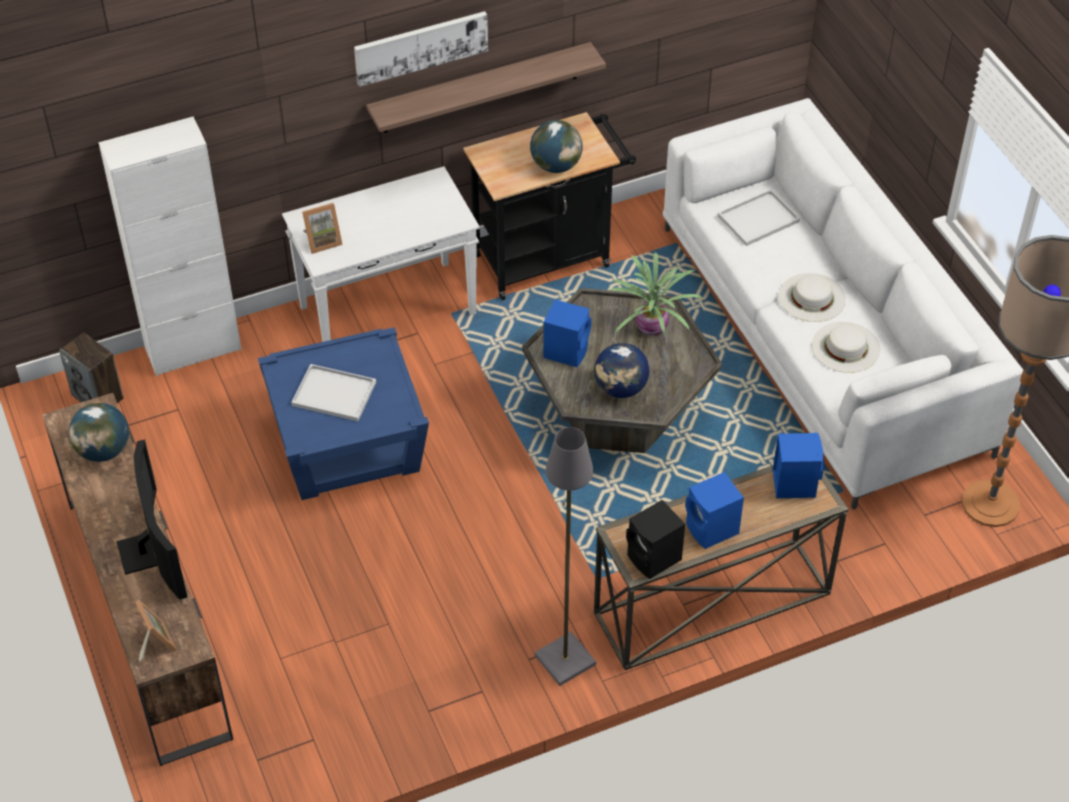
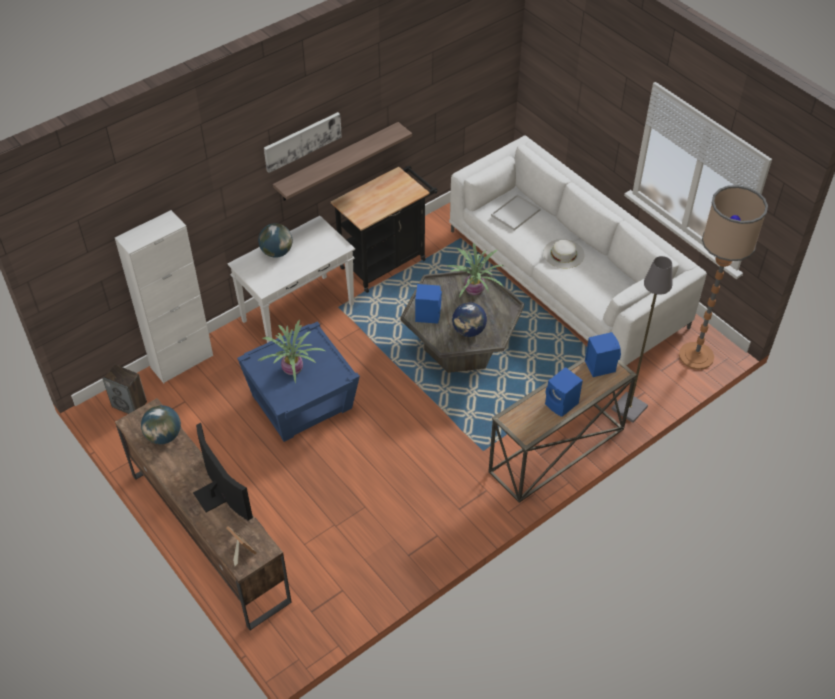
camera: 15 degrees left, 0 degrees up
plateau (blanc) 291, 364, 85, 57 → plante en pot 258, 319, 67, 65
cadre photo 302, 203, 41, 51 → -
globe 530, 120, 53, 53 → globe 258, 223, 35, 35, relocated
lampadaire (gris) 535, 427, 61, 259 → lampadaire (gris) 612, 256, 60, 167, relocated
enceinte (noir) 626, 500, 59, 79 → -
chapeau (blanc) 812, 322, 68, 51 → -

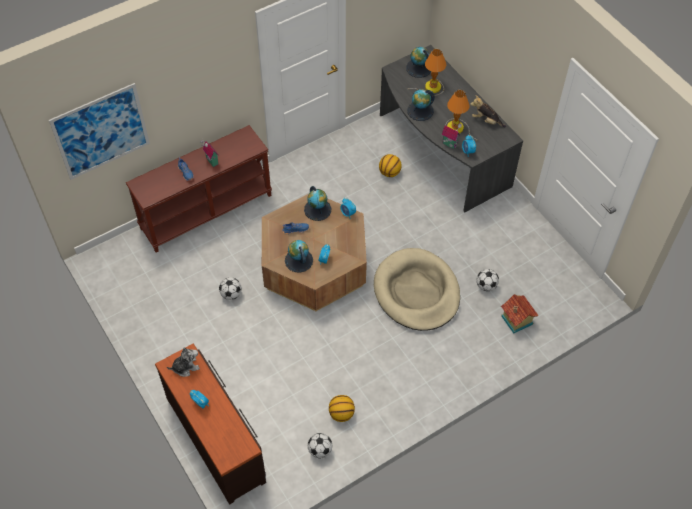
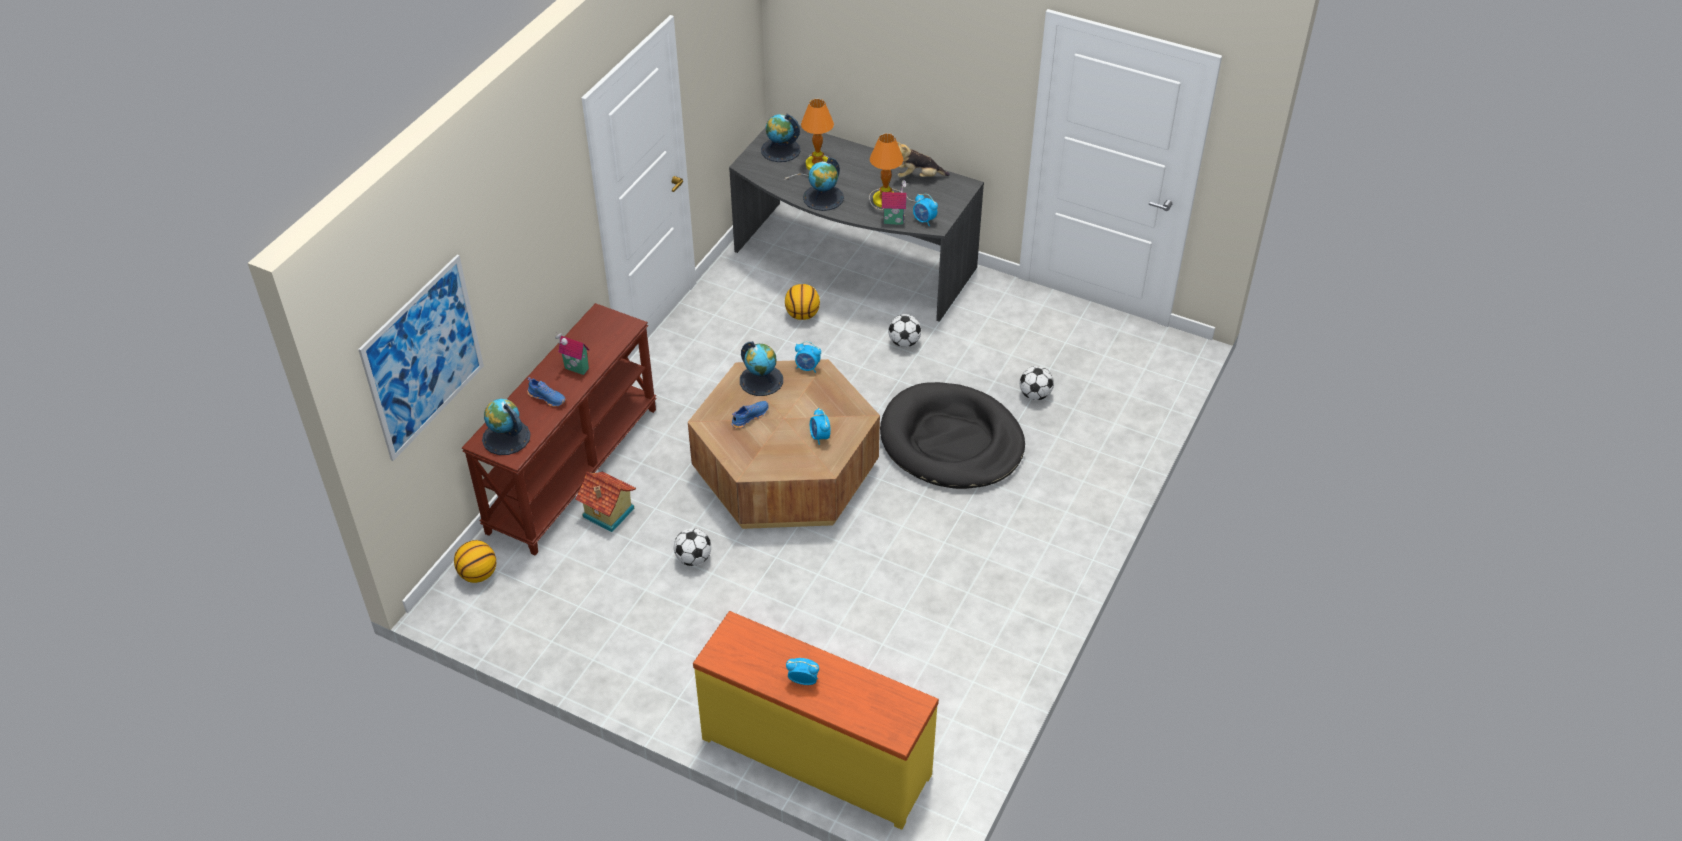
camera: 30 degrees left, 10 degrees down
commode (marron) 155, 344, 111, 161 → commode (jaune) 693, 611, 246, 219
peluche 167, 348, 33, 29 → -
globe 285, 240, 28, 33 → globe 482, 399, 48, 56, relocated
ballon de foot 308, 433, 24, 25 → ballon de foot 888, 314, 33, 33, relocated
ballon de basket 329, 395, 26, 27 → ballon de basket 454, 540, 42, 43, relocated
panier pour chien (beige) 374, 248, 86, 83 → panier pour chien (noir) 880, 382, 145, 107
maison miniature 501, 294, 38, 39 → maison miniature 575, 471, 61, 61, relocated

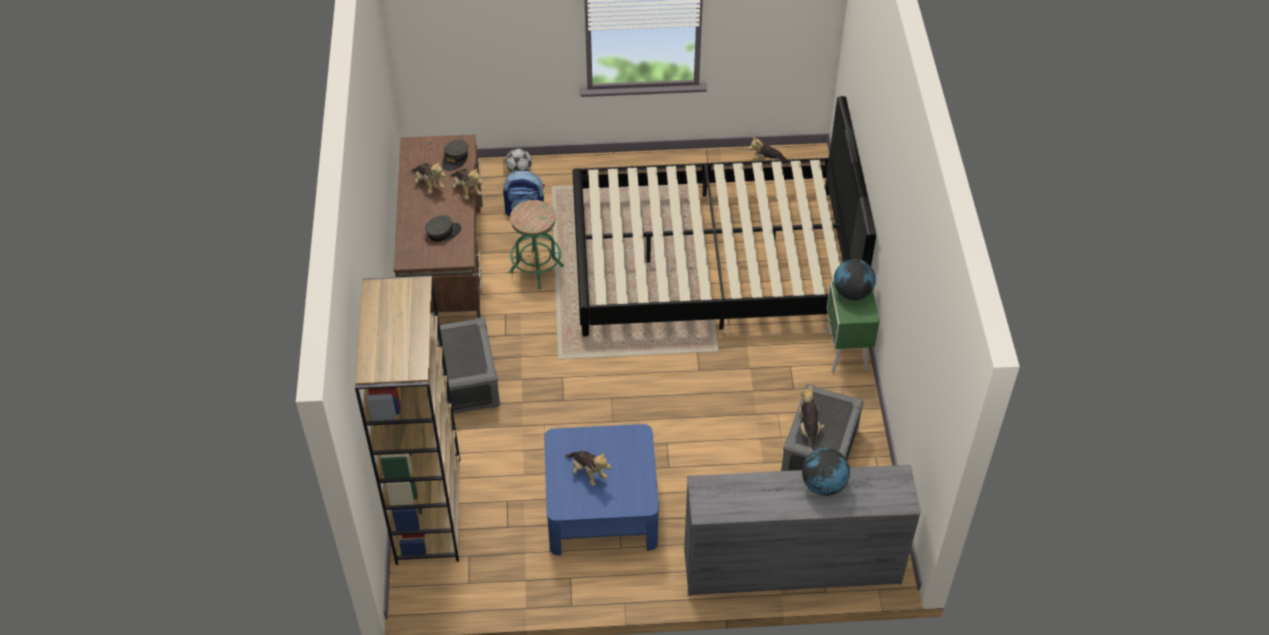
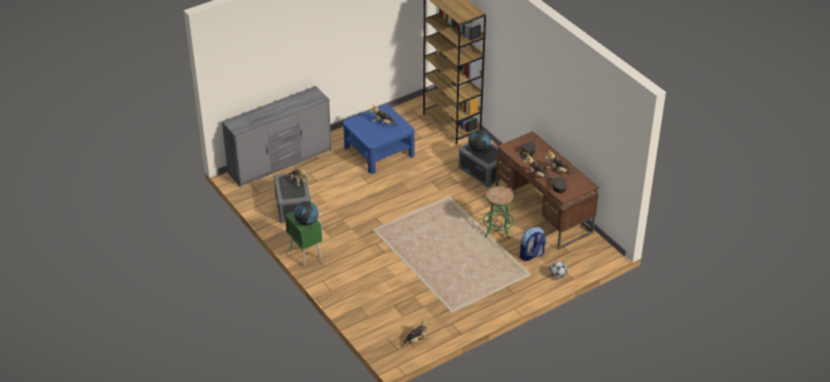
camera: 150 degrees right, 10 degrees down
lit (noir) 573, 96, 303, 240 → -
globe 802, 448, 48, 48 → globe 468, 130, 23, 22, relocated

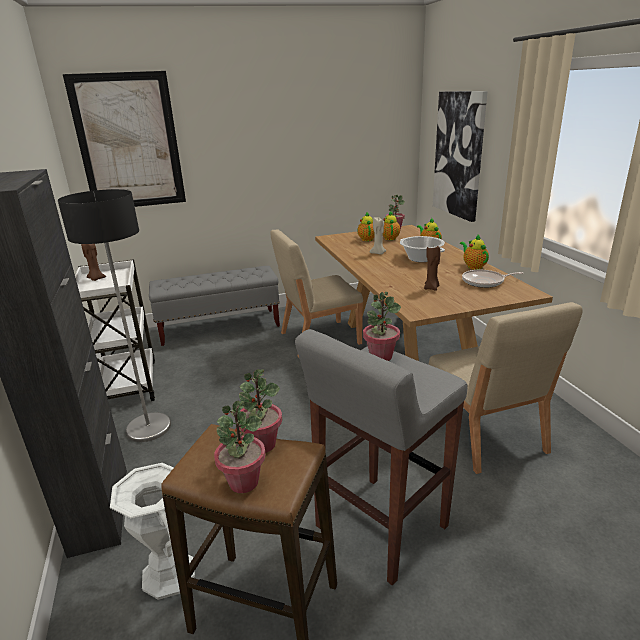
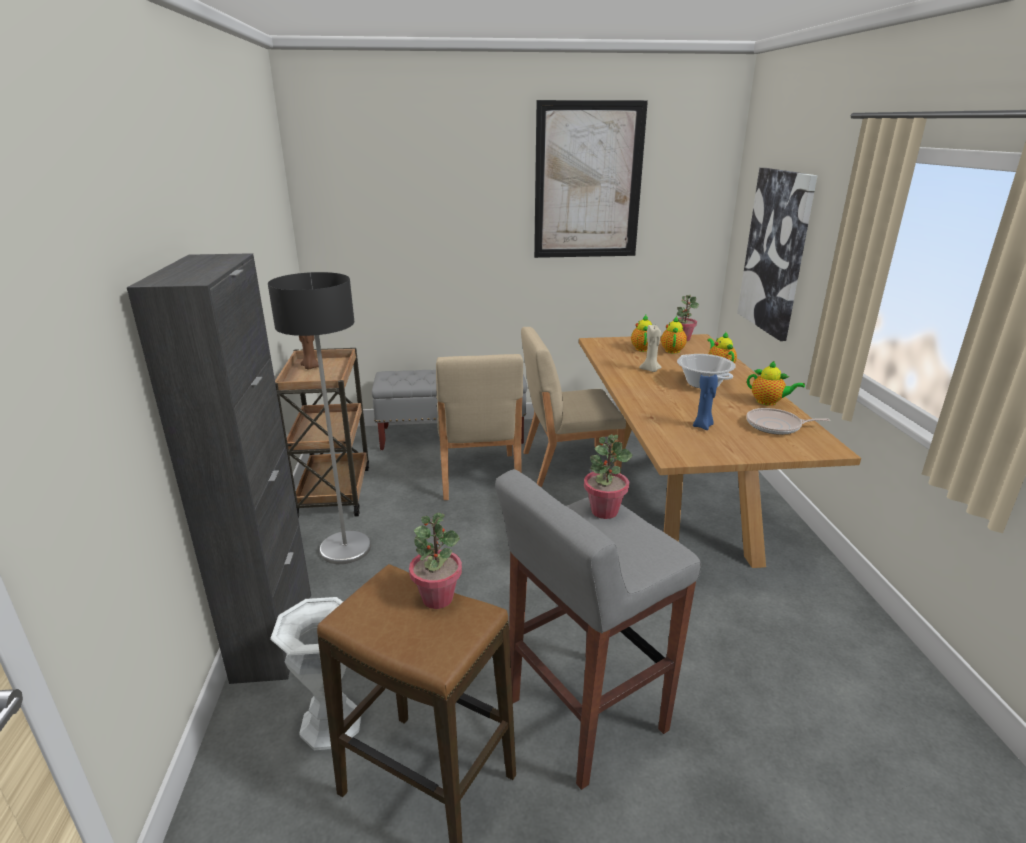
camera: 10 degrees right, 0 degrees up
tableau 63, 71, 123, 136 → tableau 534, 100, 114, 158, relocated
chariot (blanc) 75, 259, 80, 142 → chariot (marron) 275, 348, 94, 171
plante en pot 214, 400, 52, 93 → -
bougie (marron) 424, 246, 17, 45 → bougie (bleu) 693, 374, 25, 56
chaise (beige) 429, 302, 154, 172 → chaise (beige) 436, 354, 87, 146, relocated
théière 460, 235, 29, 35 → théière 747, 361, 58, 45, 135 degrees clockwise

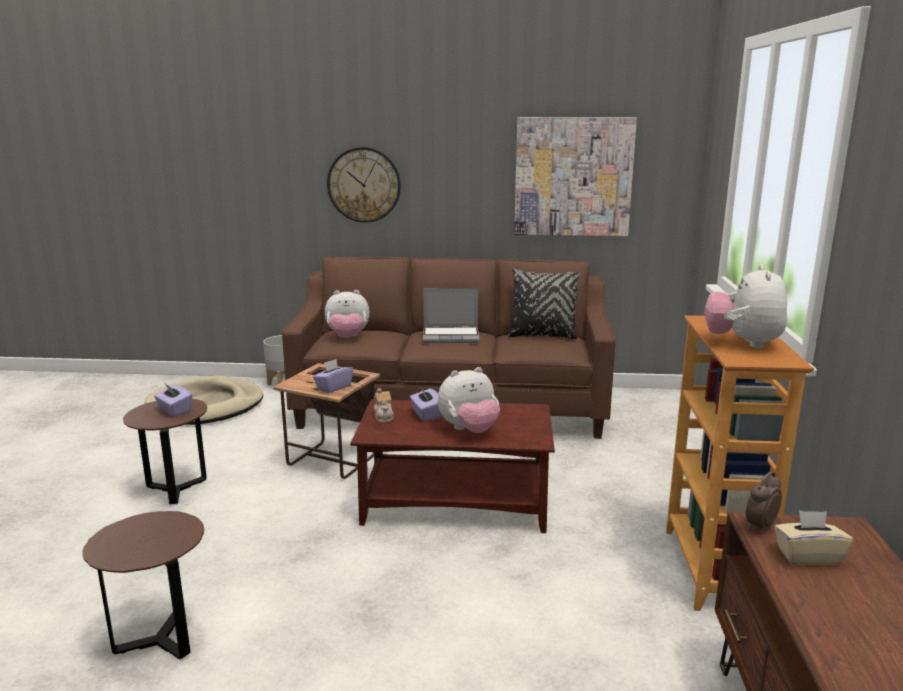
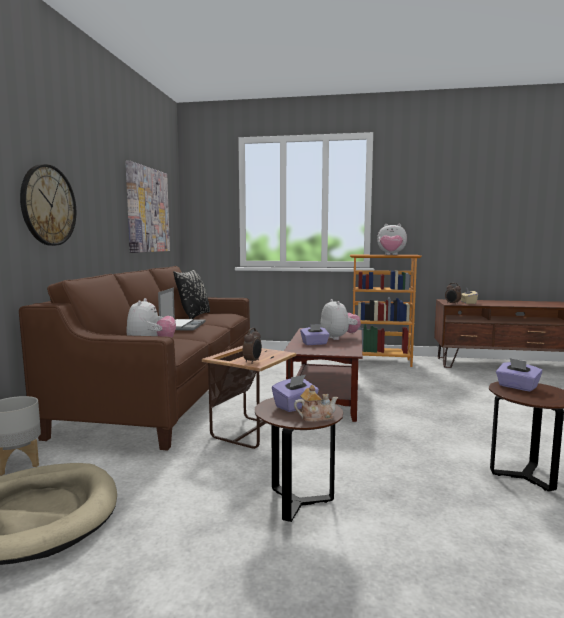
camera: 85 degrees left, 10 degrees down
boîte à mouchoirs (violet) 313, 359, 40, 34 → boîte à mouchoirs (violet) 496, 358, 47, 34, relocated
théière 374, 388, 20, 35 → théière 294, 385, 44, 37, relocated
- → réveil 243, 328, 19, 36

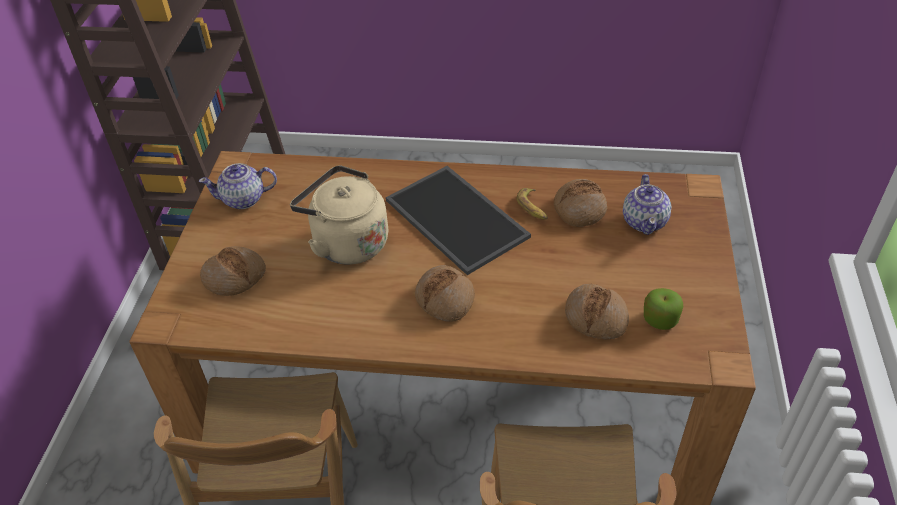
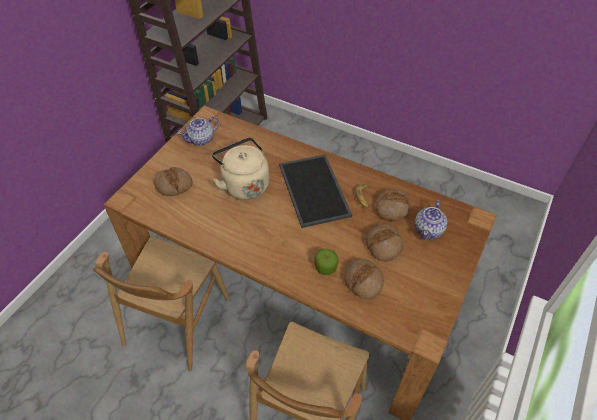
camera: 20 degrees right, 5 degrees up
théière 199, 163, 78, 46 → théière 178, 116, 41, 30, 45 degrees counterclockwise
pain 415, 265, 60, 57 → pain 366, 224, 37, 38, relocated
pomme 644, 288, 39, 42 → pomme 314, 249, 25, 26, relocated

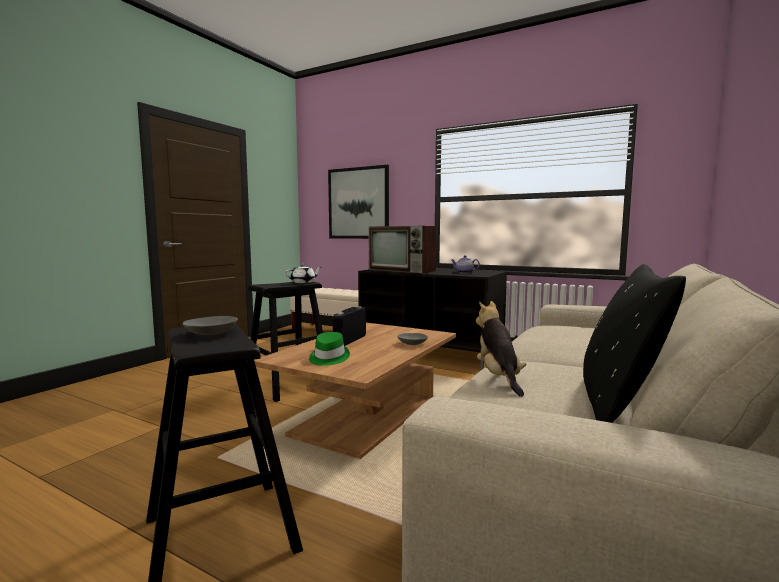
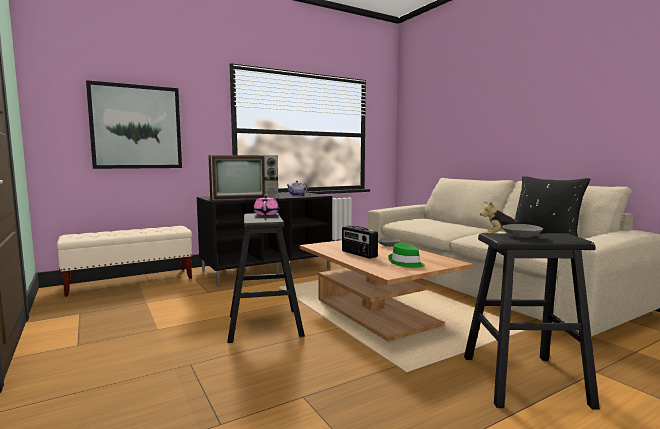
camera: 60 degrees left, 0 degrees up
théière (blanc) 285, 264, 36, 19 → théière (rose) 253, 194, 26, 21

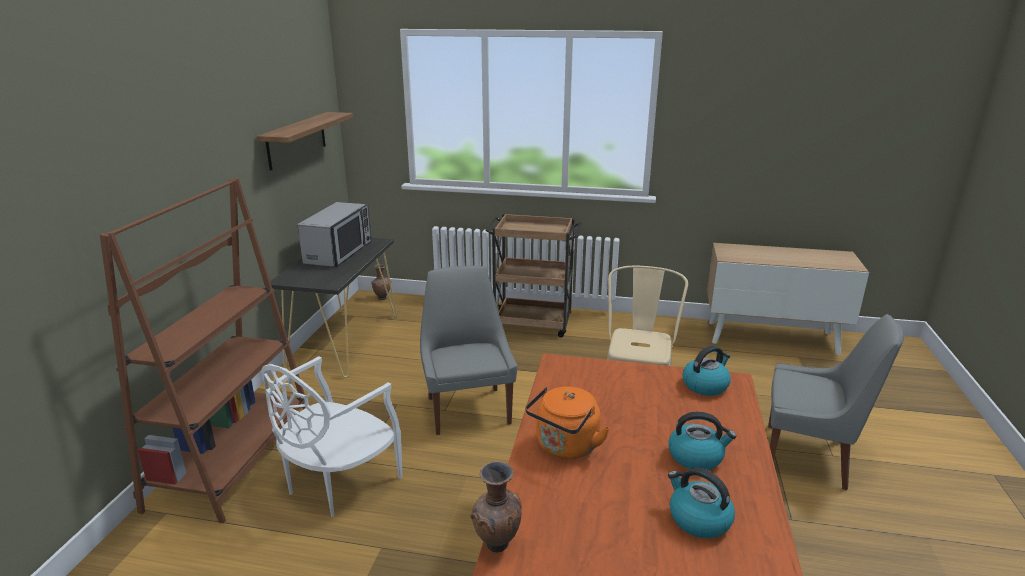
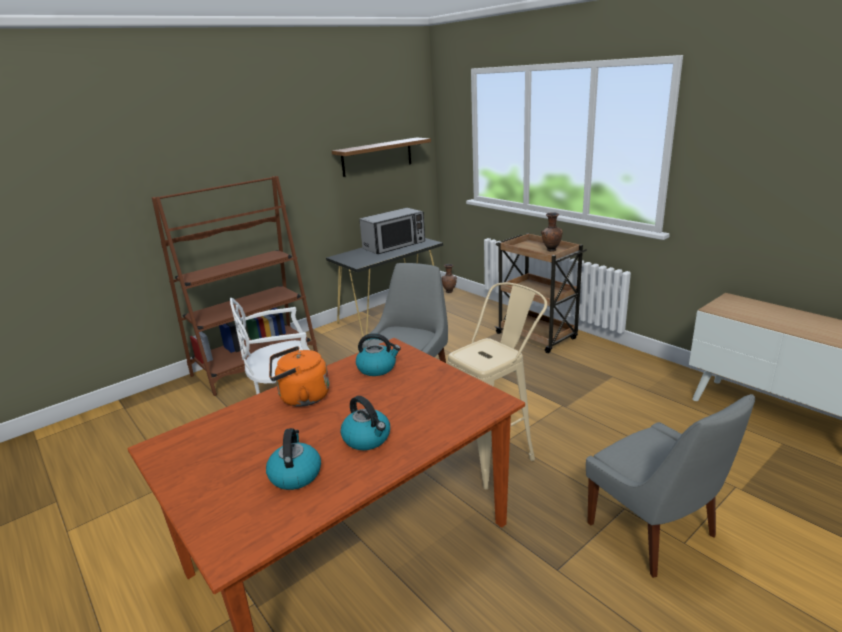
camera: 40 degrees right, 0 degrees up
vase (marron) 470, 462, 51, 91 → vase (marron) 541, 212, 22, 40, relocated
bouilloire 682, 345, 49, 51 → bouilloire 356, 333, 45, 43, relocated

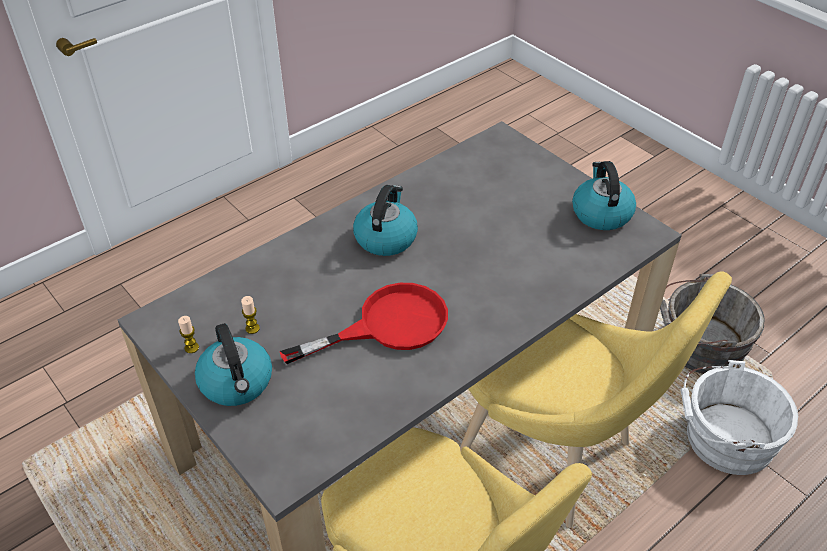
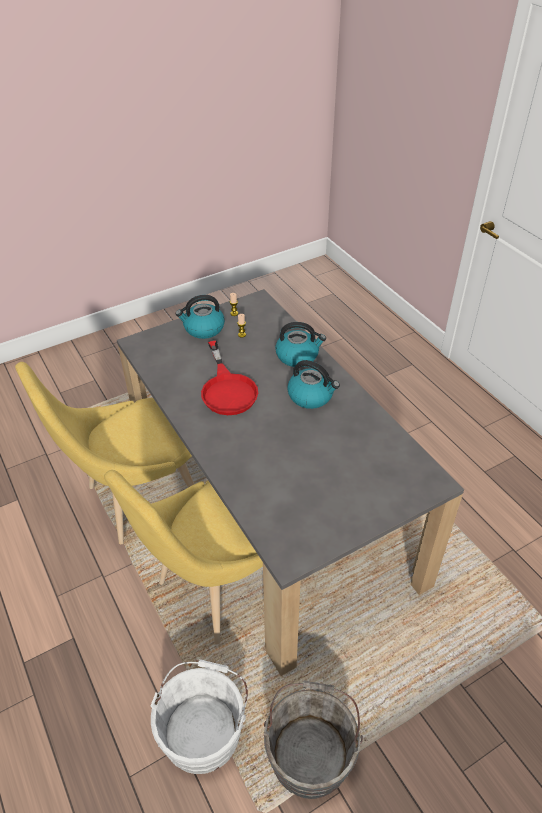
camera: 100 degrees right, 0 degrees up
bouilloire 572, 161, 64, 69 → bouilloire 275, 322, 51, 45, relocated

